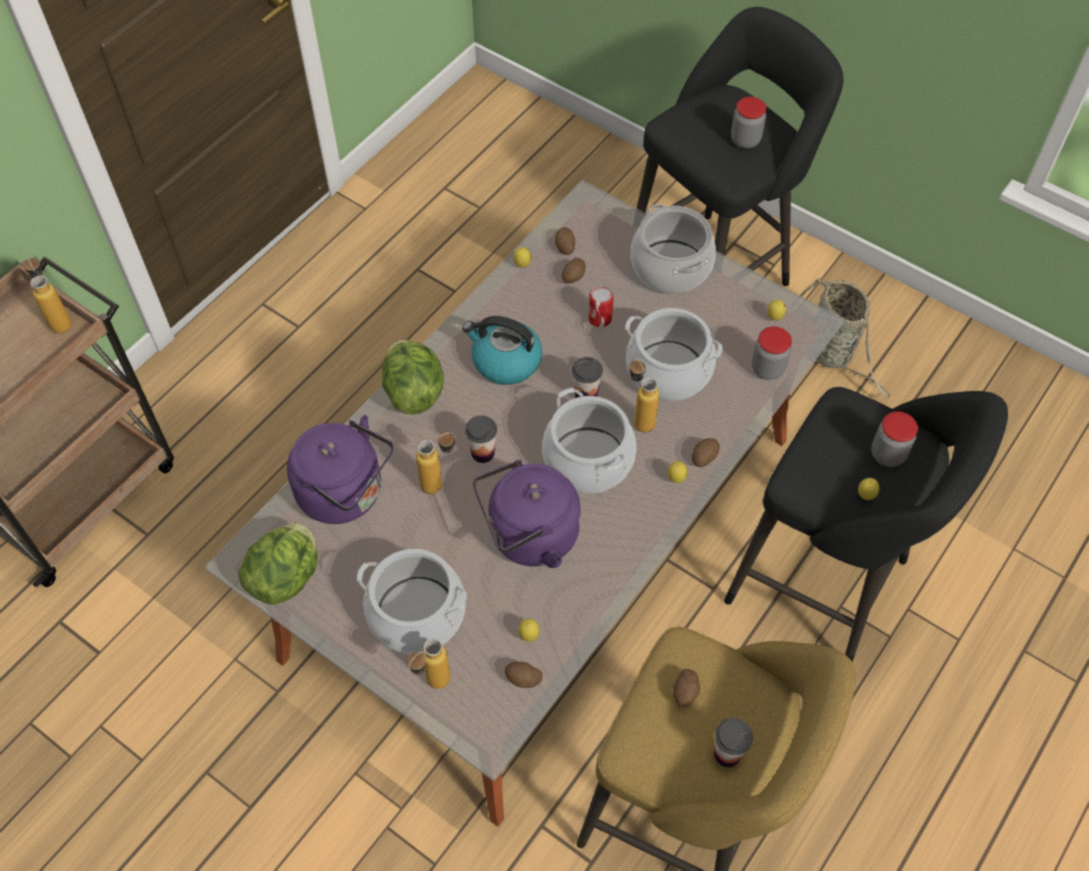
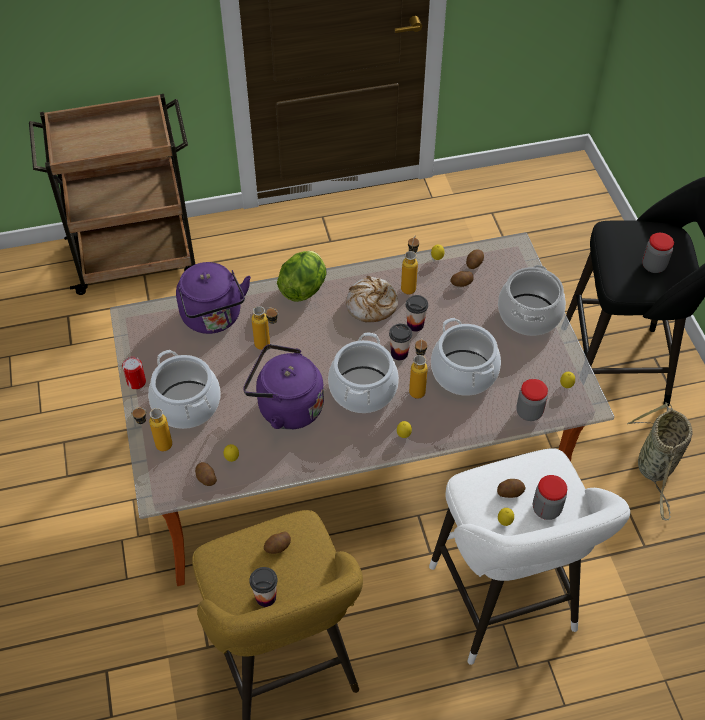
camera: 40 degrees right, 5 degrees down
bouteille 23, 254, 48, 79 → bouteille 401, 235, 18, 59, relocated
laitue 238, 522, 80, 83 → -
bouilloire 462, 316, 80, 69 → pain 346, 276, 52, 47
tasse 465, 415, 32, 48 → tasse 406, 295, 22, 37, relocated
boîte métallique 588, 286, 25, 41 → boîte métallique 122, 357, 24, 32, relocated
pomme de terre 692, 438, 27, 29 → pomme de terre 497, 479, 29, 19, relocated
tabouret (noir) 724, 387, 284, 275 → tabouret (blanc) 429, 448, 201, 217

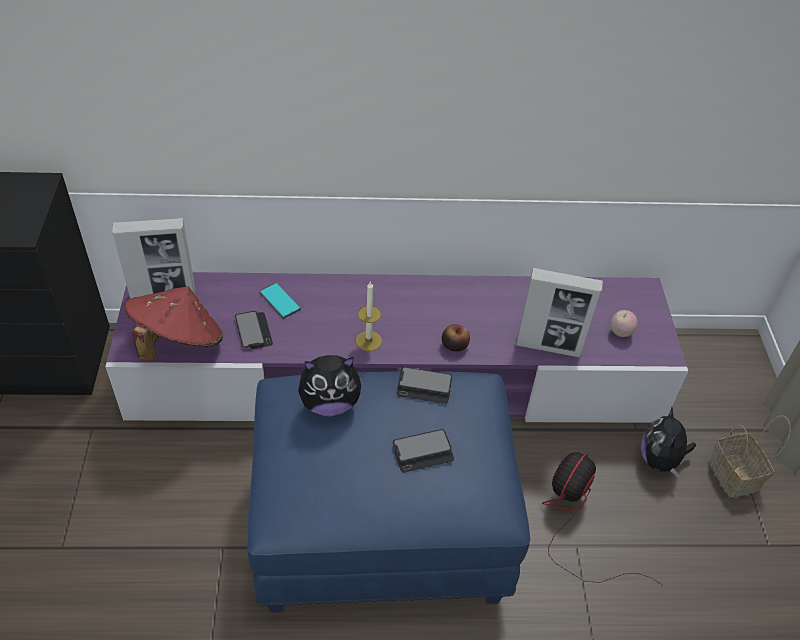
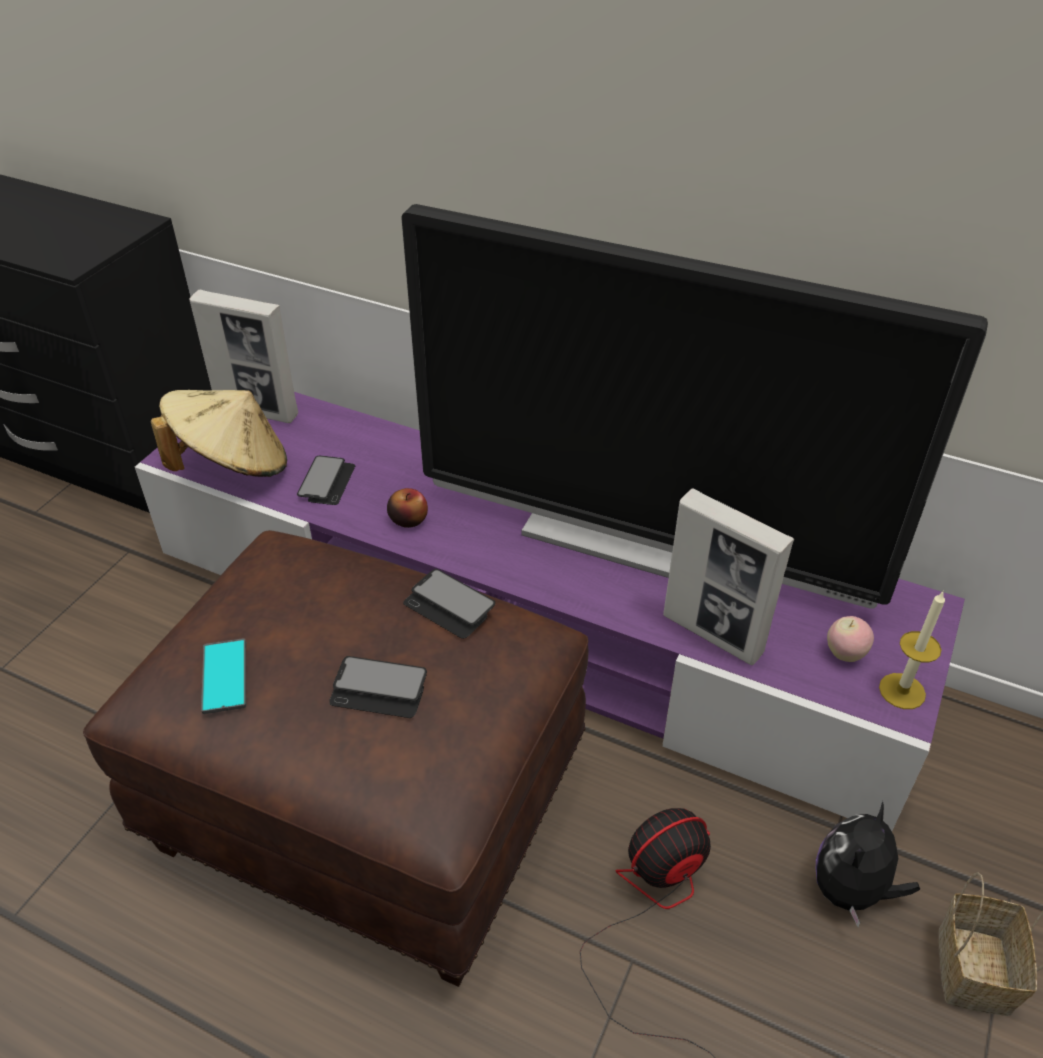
camera: 30 degrees right, 5 degrees down
chapeau (rouge) 124, 286, 99, 75 → chapeau (beige) 151, 390, 136, 87
pouf (bleu) 247, 371, 283, 241 → pouf (marron) 83, 530, 505, 457
téléphone 259, 282, 42, 37 → téléphone 201, 638, 45, 76, relocated
peluche 298, 355, 66, 61 → -
bougie 356, 281, 26, 70 → bougie 879, 590, 66, 119, relocated
pomme 442, 324, 28, 28 → pomme 387, 488, 41, 40, relocated
- → téléviseur 401, 204, 587, 405

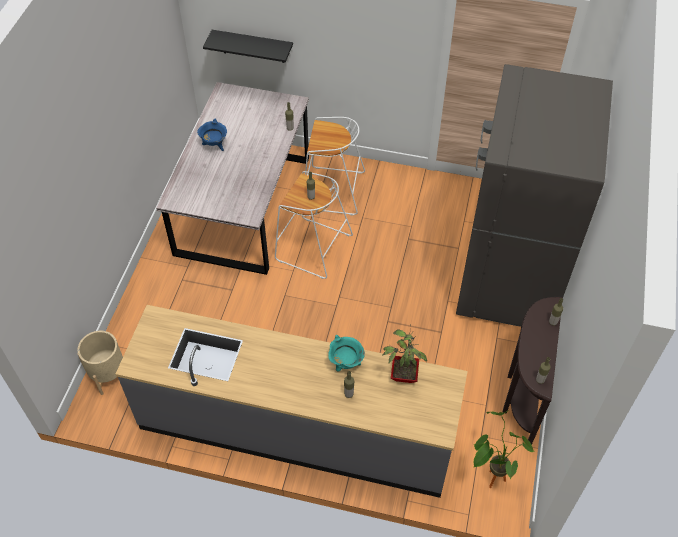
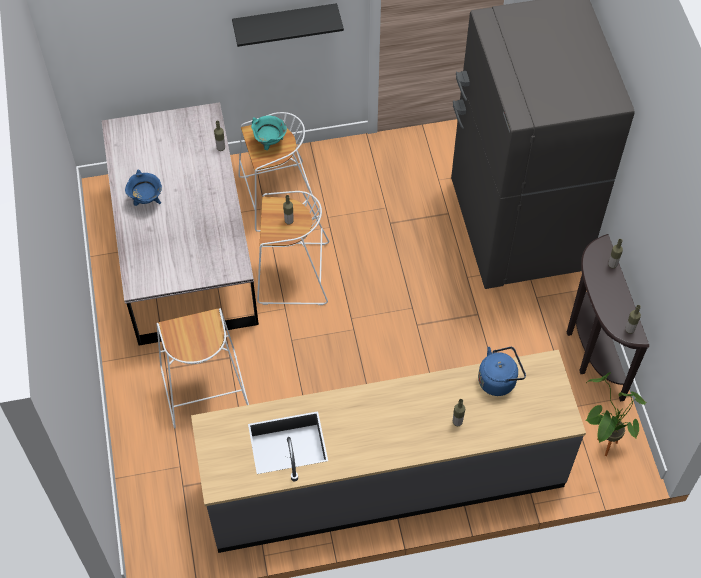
camera: 25 degrees left, 5 degrees up
cache-pot (beige) 78, 331, 45, 64 → -
étagère (noir) 203, 30, 90, 33 → étagère (noir) 232, 3, 112, 44, relocated
marmite (turquoise) 328, 335, 37, 37 → marmite (turquoise) 251, 115, 36, 35, relocated
plante en pot 382, 325, 45, 58 → bouilloire (bleu) 478, 347, 48, 49
- → tabouret (blanc) 157, 308, 92, 120

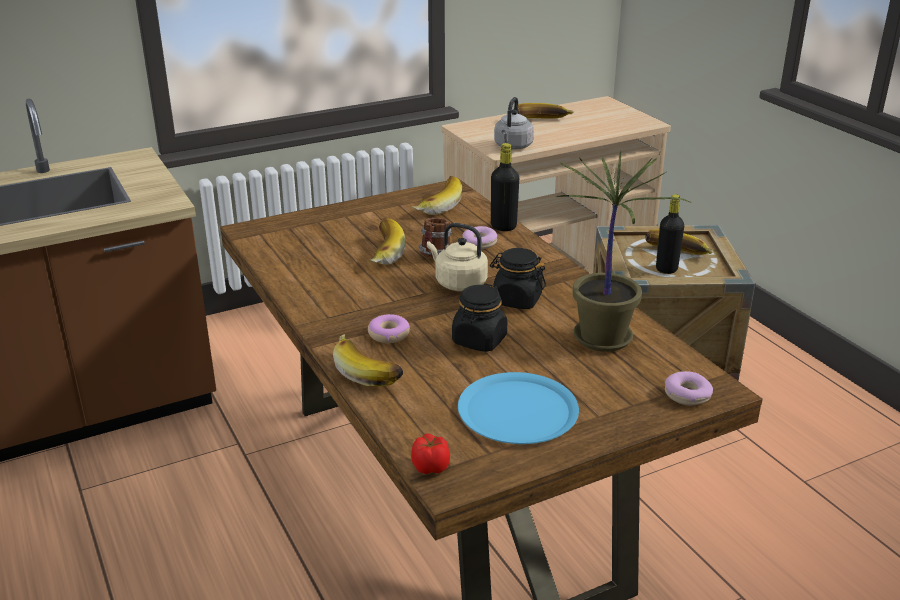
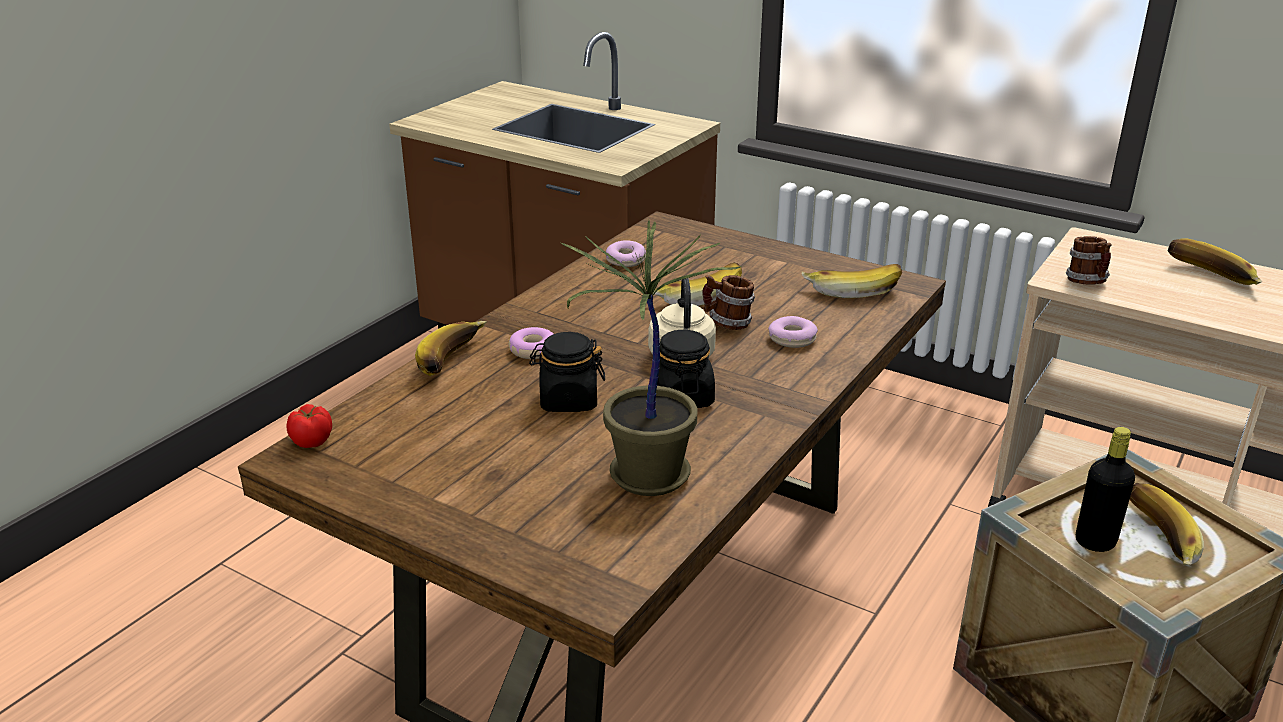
camera: 60 degrees right, 0 degrees up
assiette (bleu) 458, 372, 121, 72 → -
bouteille (noir) 491, 143, 28, 88 → -
bouilloire (gris) 494, 97, 40, 53 → mug 1066, 236, 46, 49
beignet 665, 371, 48, 35 → beignet 606, 241, 40, 26, relocated

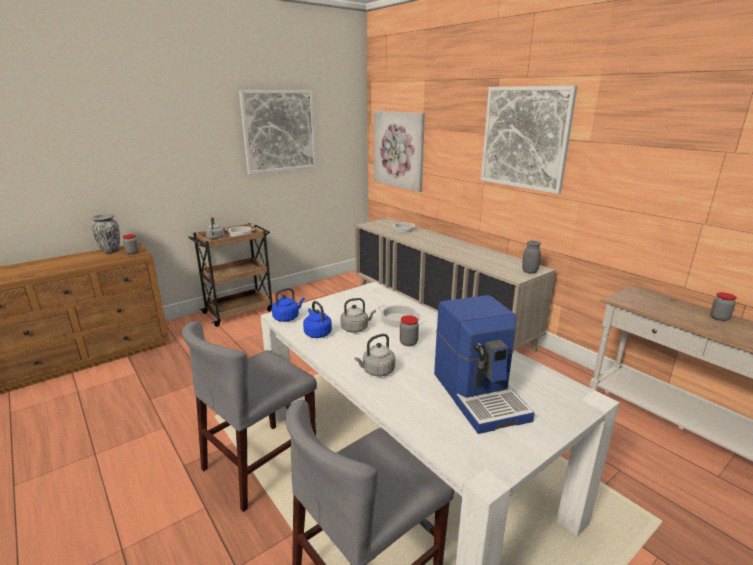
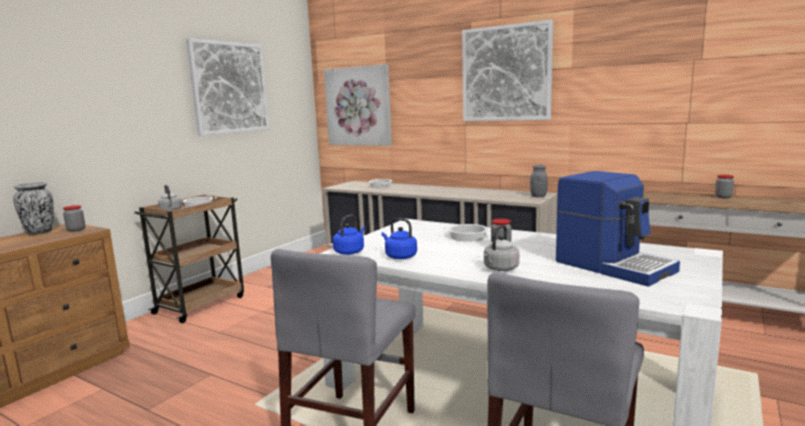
camera: 20 degrees left, 10 degrees down
bouilloire (gris) 340, 298, 36, 35 → -

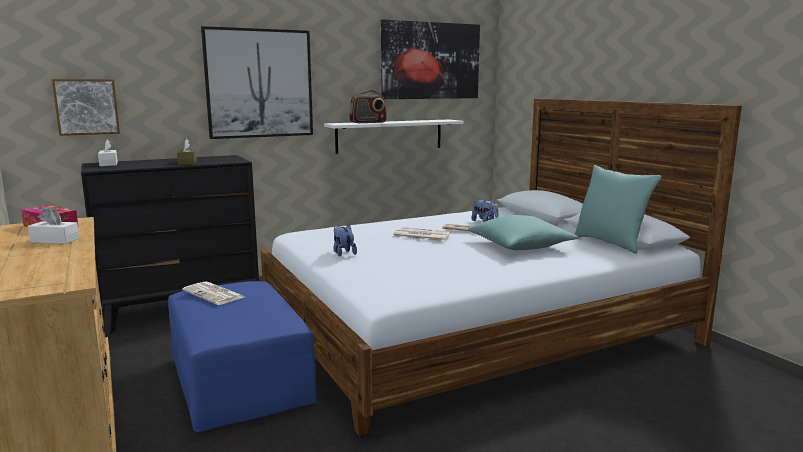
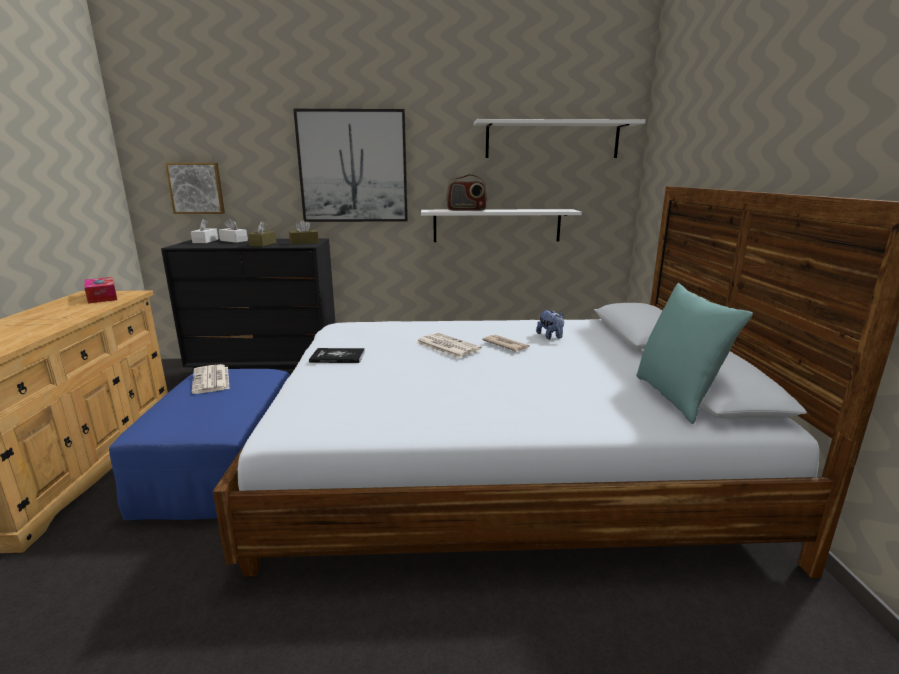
camera: 25 degrees right, 5 degrees up
boîte à mouchoirs (blanc) 28, 208, 51, 36 → boîte à mouchoirs (blanc) 219, 219, 29, 24, relocated
peluche 334, 224, 23, 33 → livre 309, 348, 56, 15
tableau 381, 19, 99, 80 → étagère (blanc) 474, 119, 171, 39
coussin (turquoise) 468, 215, 110, 35 → -
- → boîte à mouchoirs (marron) 289, 220, 30, 25

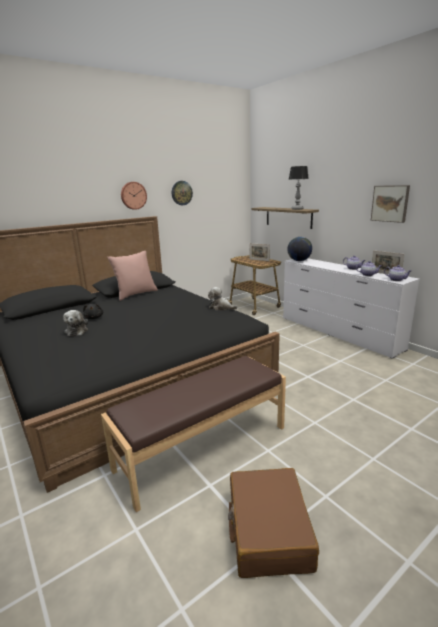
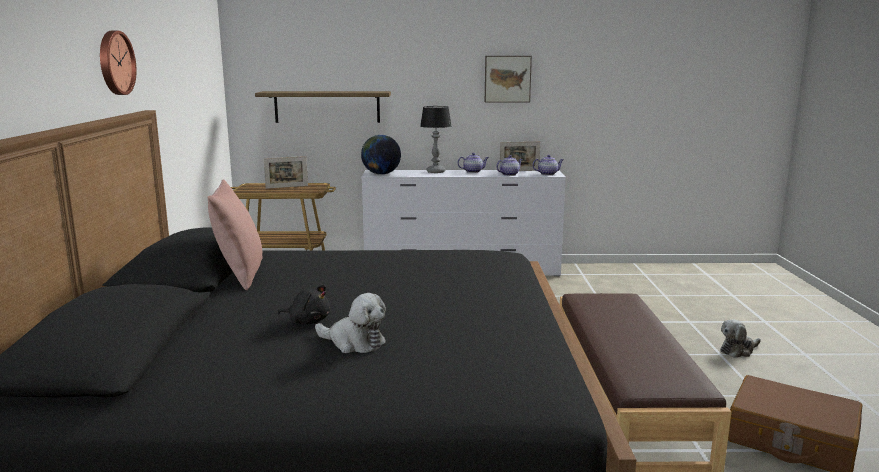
camera: 55 degrees left, 5 degrees down
horloge murale 172, 181, 21, 24 → -
peluche 208, 287, 30, 23 → peluche 720, 319, 41, 39, relocated
lampe de table 289, 166, 20, 44 → lampe de table 420, 106, 31, 67, relocated

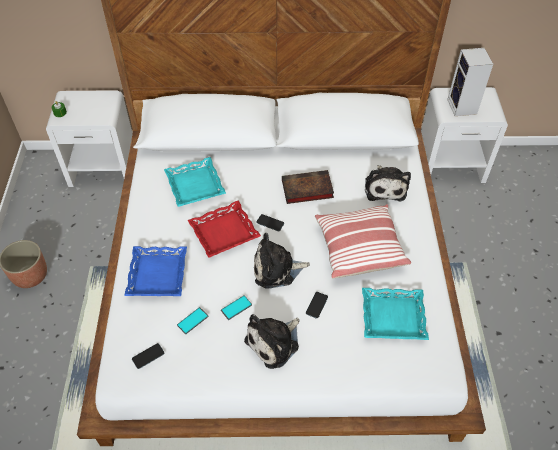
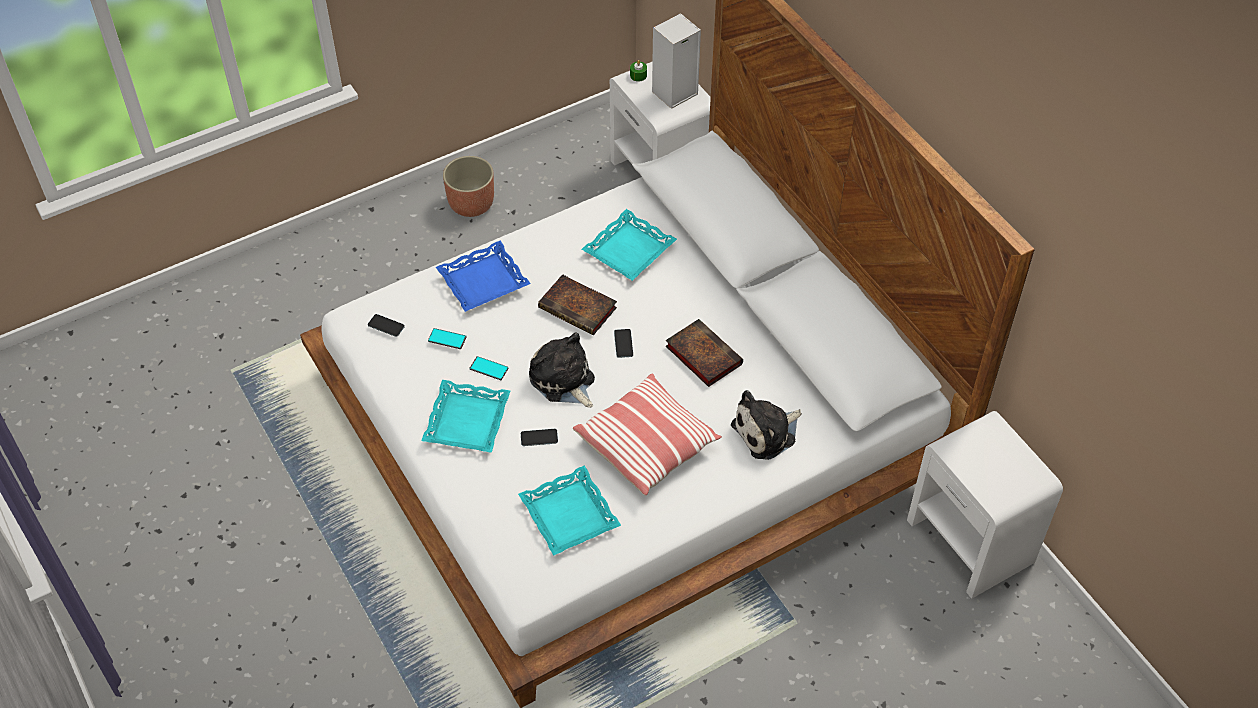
camera: 60 degrees right, 0 degrees up
plateau (rouge) 188, 201, 73, 57 → livre 538, 274, 79, 62
peluche 244, 314, 55, 55 → plateau (turquoise) 421, 380, 89, 73
enceinte 447, 48, 46, 68 → enceinte 652, 13, 49, 96, relocated

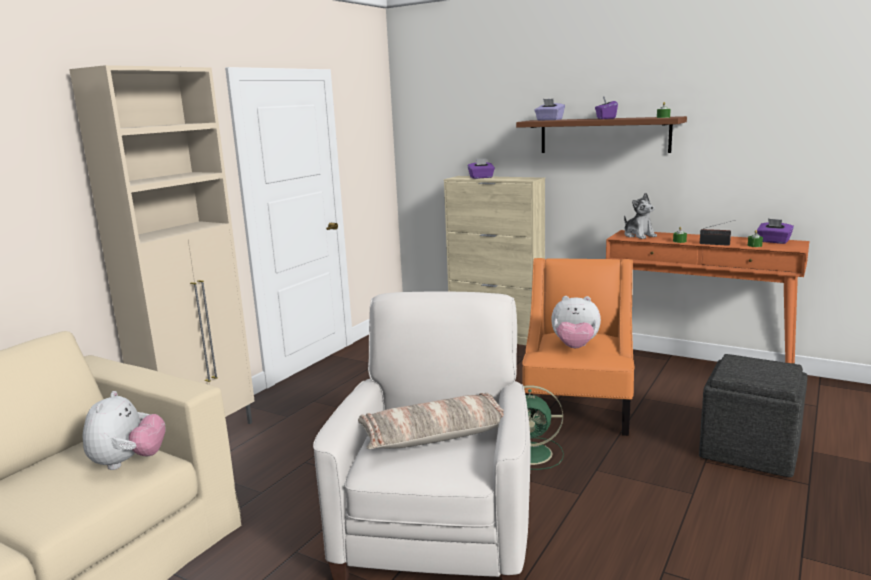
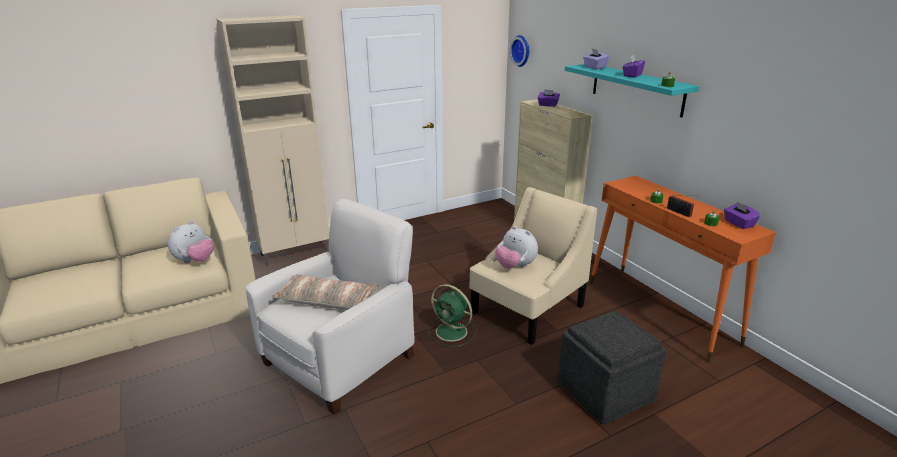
camera: 30 degrees right, 10 degrees up
étagère (marron) 516, 116, 171, 37 → étagère (turquoise) 565, 64, 134, 53
fauteuil (orange) 522, 258, 113, 178 → fauteuil (beige) 469, 187, 128, 158
peluche 624, 193, 33, 46 → -
- → horloge murale 510, 35, 19, 32

